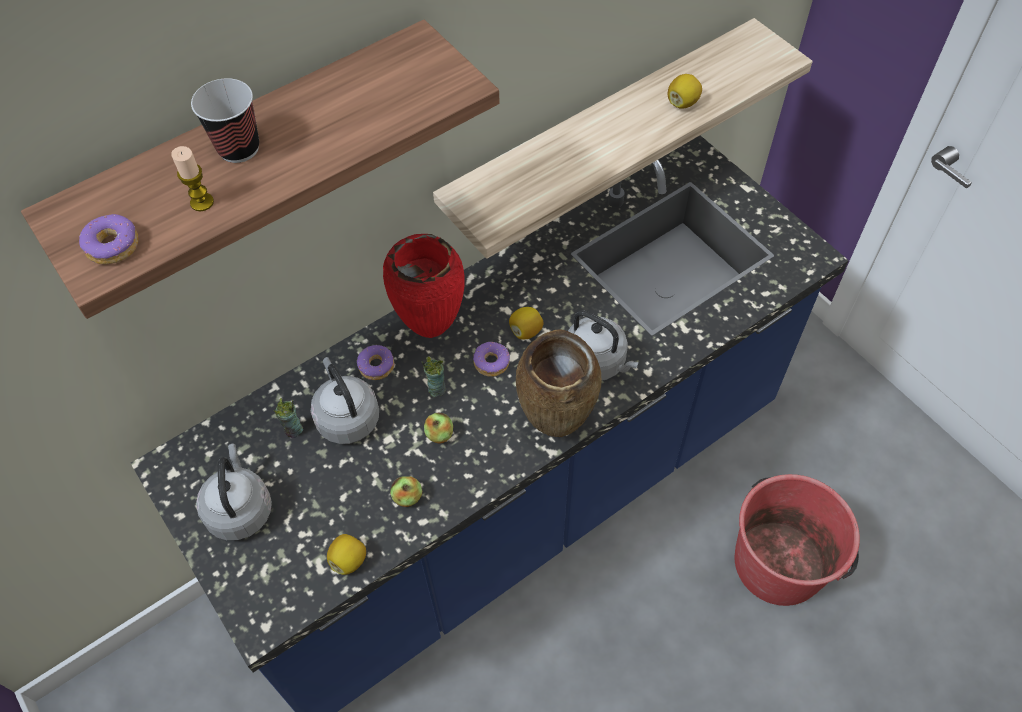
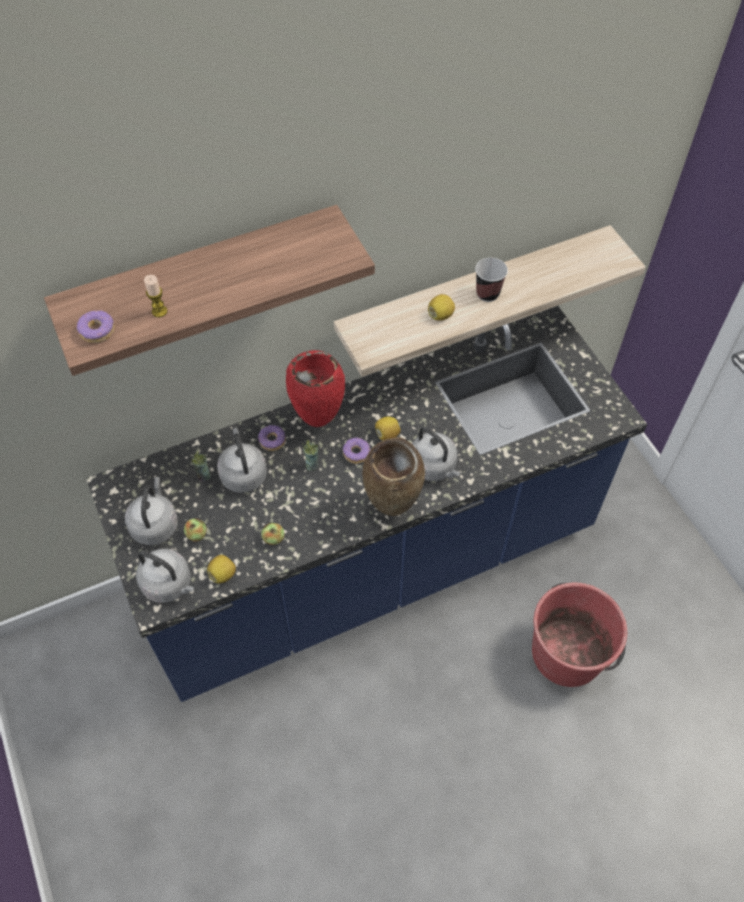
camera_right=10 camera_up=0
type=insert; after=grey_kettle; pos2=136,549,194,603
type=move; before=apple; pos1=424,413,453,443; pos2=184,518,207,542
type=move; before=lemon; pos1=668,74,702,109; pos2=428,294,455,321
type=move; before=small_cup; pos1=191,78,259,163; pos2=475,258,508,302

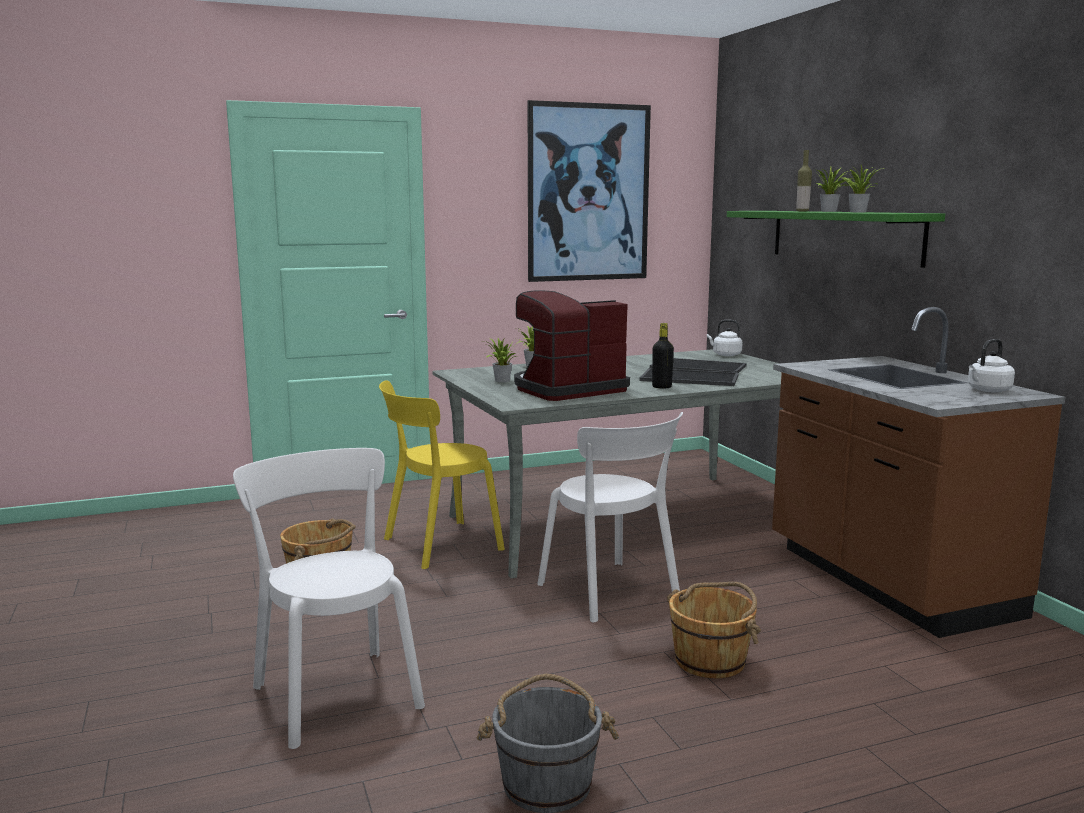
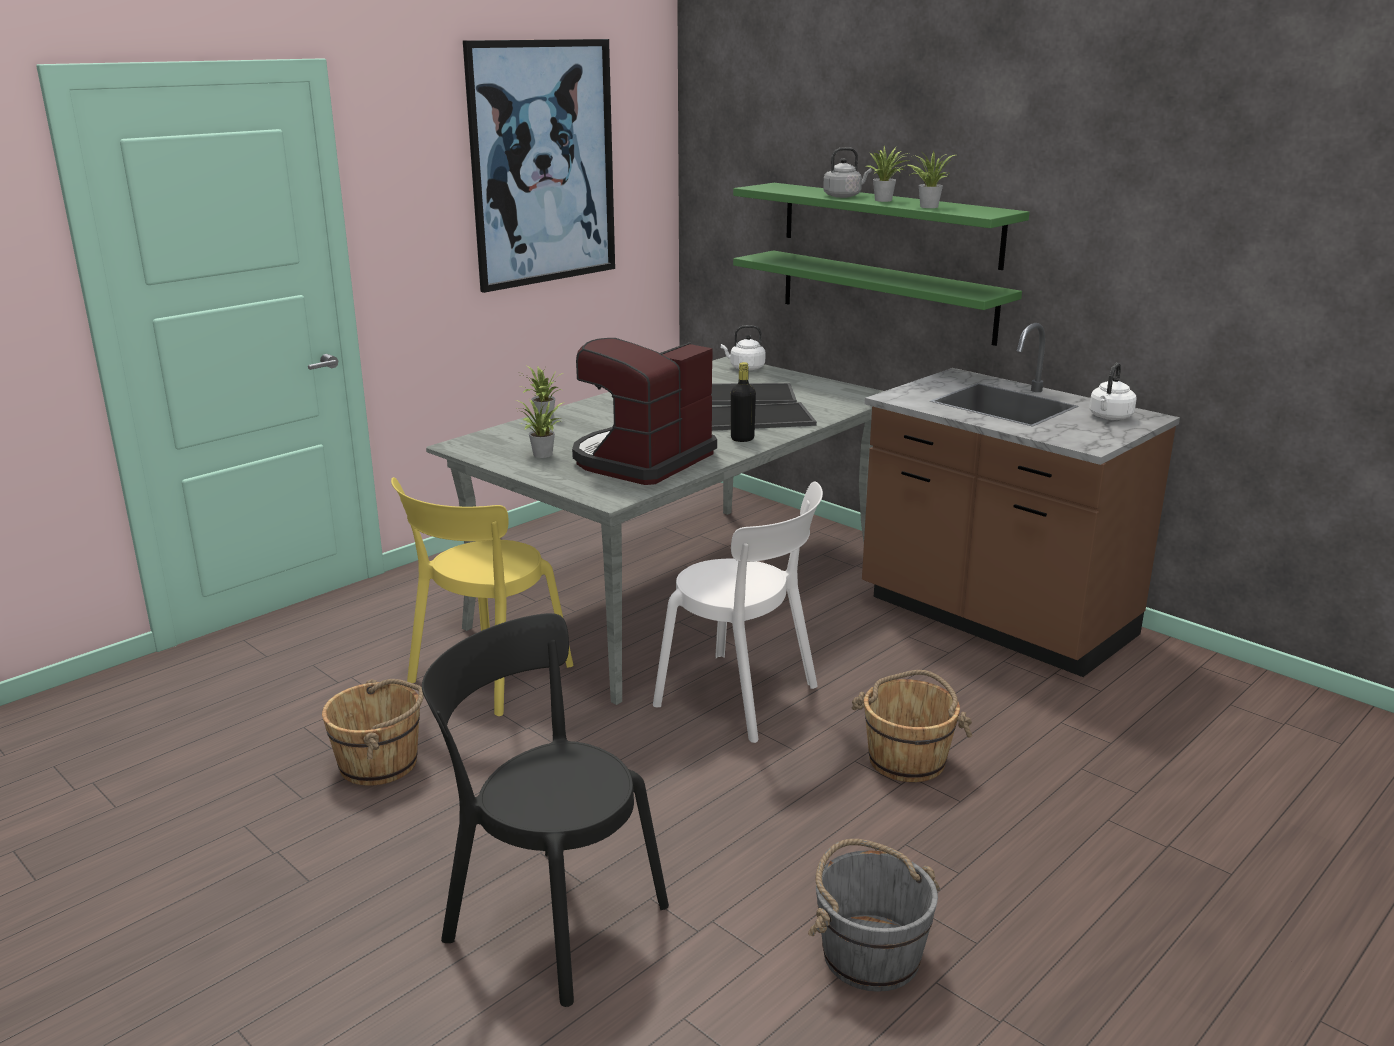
camera_right=-25 camera_up=10
type=recolor; before=white_upright_chair; after=black-coloured_upright_chair; pos1=233,448,425,749; pos2=422,613,669,1007
type=insert; after=green-coloured_wall_shelf; pos2=733,250,1022,346
type=replace; before=beverage_bottle; after=grey_kettle; pos1=796,150,812,211; pos2=823,147,872,198

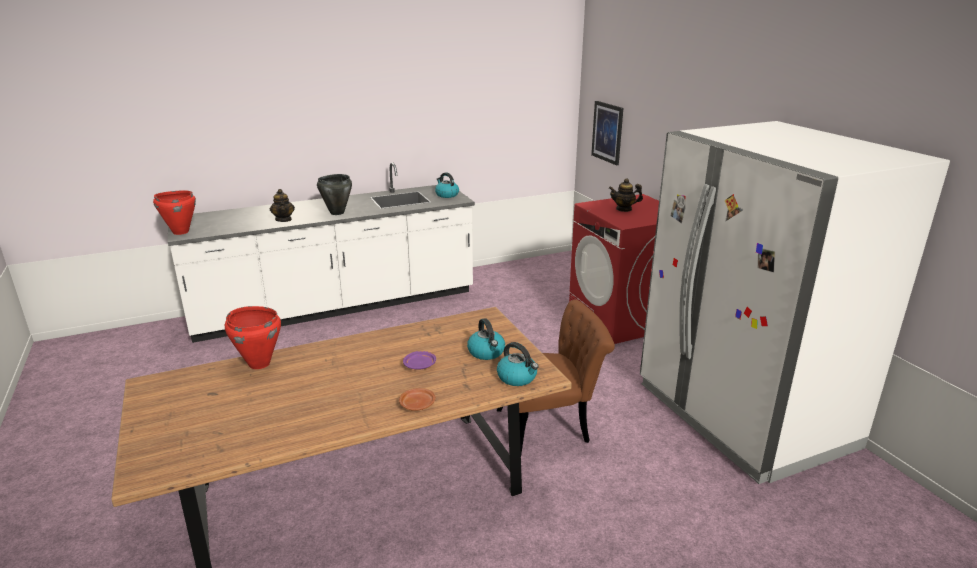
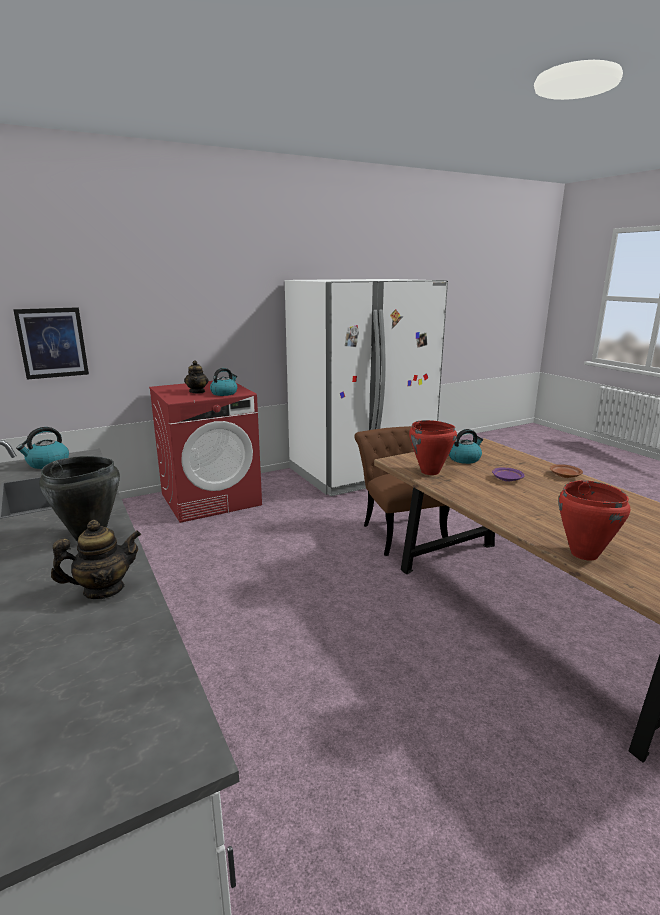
camera_right=-95 camera_up=-5
type=move; before=kettle; pos1=497,342,539,386; pos2=210,368,237,396
type=move; before=reddish_saucepot; pos1=153,190,196,235; pos2=409,420,457,475

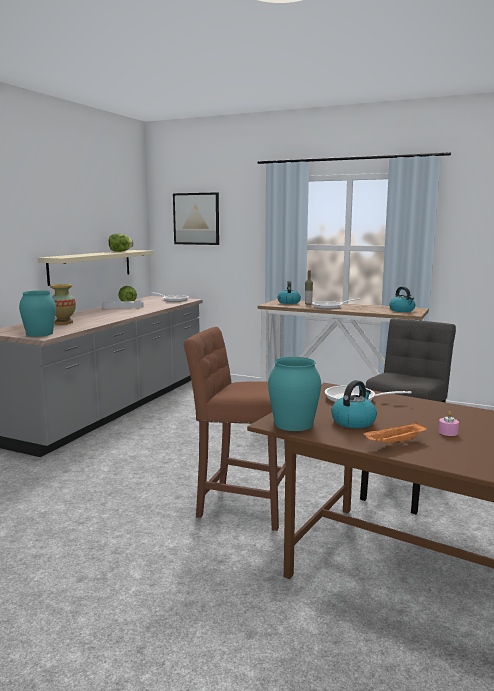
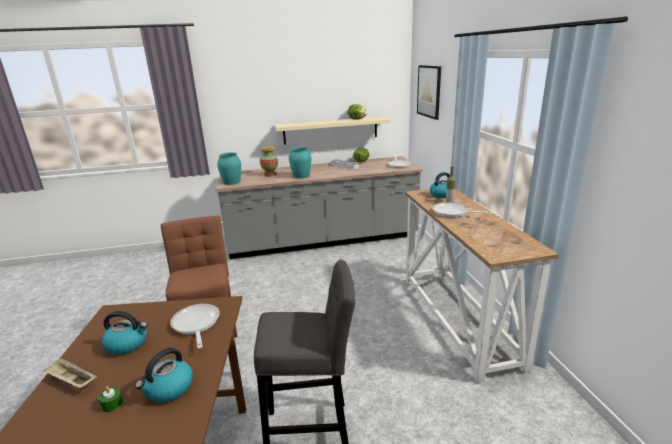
camera_right=55 camera_up=10
type=recolor; before=orange_carrying_tray; after=beige_carrying_tray; pos1=363,422,427,444; pos2=43,357,97,388
type=recolor; before=pinkish_wax_candle; after=green-coloured_wax_candle; pos1=438,411,459,436; pos2=98,386,123,412
type=move; before=kettle; pos1=389,286,415,312; pos2=135,348,193,403
type=move; before=turquoise-coloured_flower_vase; pos1=268,357,321,431; pos2=289,147,311,178

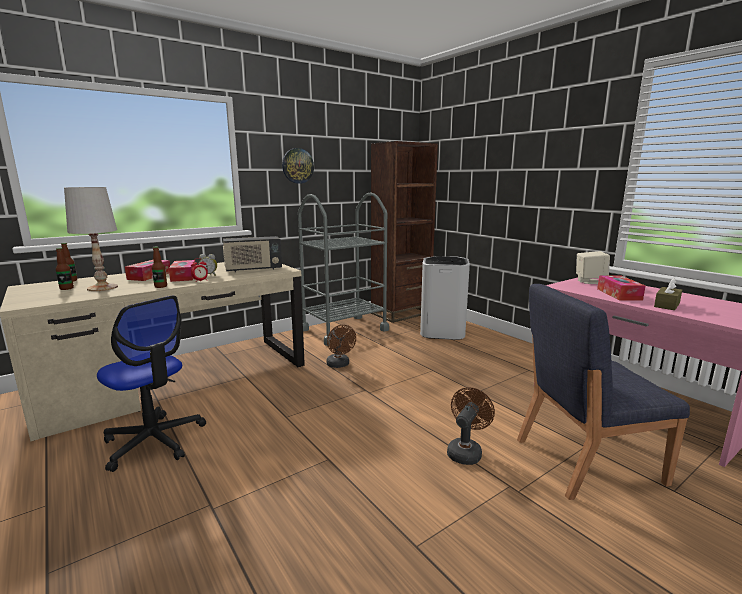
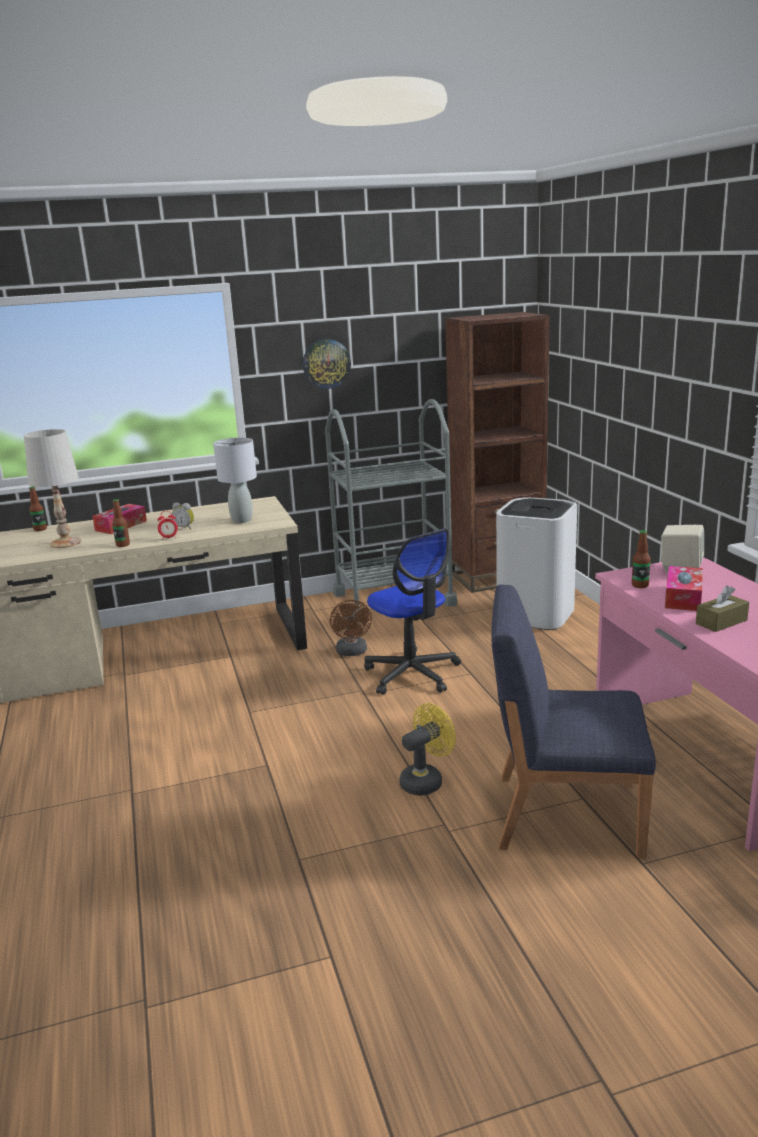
camera_right=20 camera_up=5
type=replace; before=radio; after=grey_lamp_for_a_table; pos1=223,236,282,272; pos2=213,438,257,523
type=move; before=computer_chair; pos1=97,296,206,472; pos2=364,528,461,695
type=recolor; before=brown_fan; after=yellow_fan; pos1=447,387,495,465; pos2=399,703,456,796
type=move; before=beverage_bottle; pos1=56,248,74,290; pos2=632,530,651,588
type=delete; before=tissue_holder; pos1=169,260,196,282

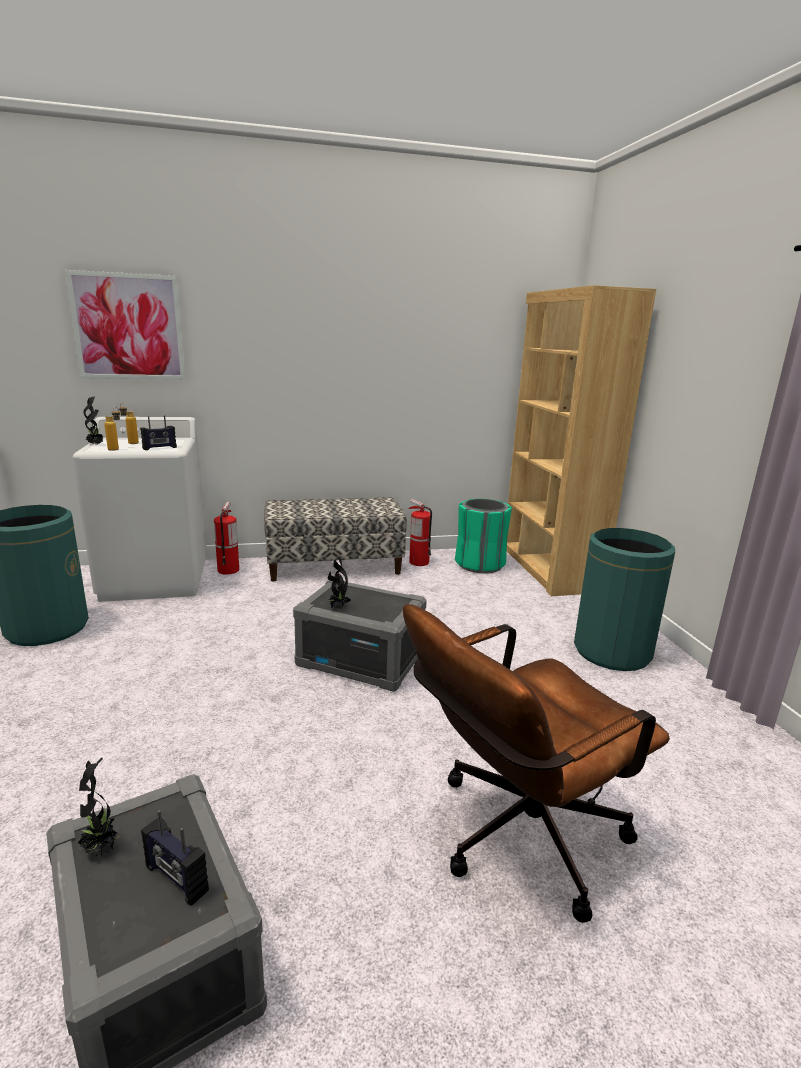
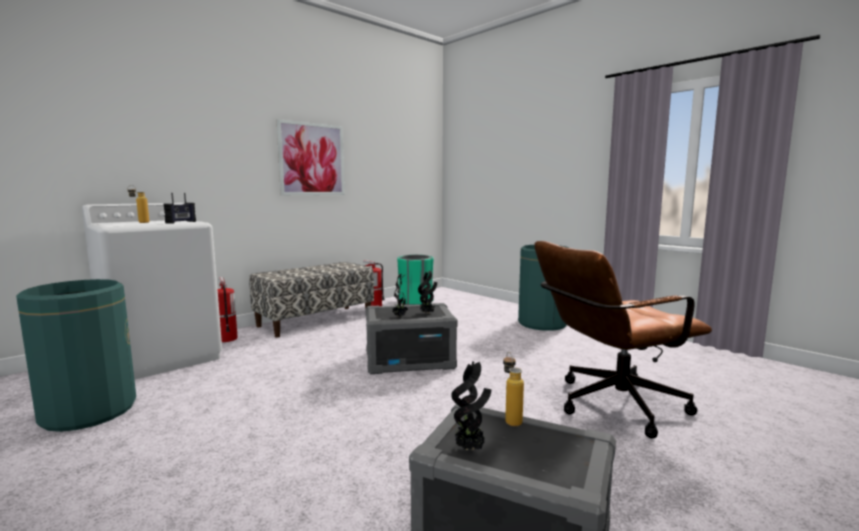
camera_right=-30 camera_up=-10
type=move; before=wall_picture; pos1=65,270,186,380; pos2=276,119,345,195
type=move; before=potted_plant; pos1=84,396,105,445; pos2=418,271,437,314
type=move; before=beverage_bottle; pos1=104,407,120,451; pos2=503,352,524,426
type=rotate; before=brown_computer_chair; pos1=403,604,670,923; pos2=535,241,712,438; turn=45
type=delete; before=radio; pos1=141,810,209,906
type=delete; before=brown_bookshelf; pos1=507,285,656,596

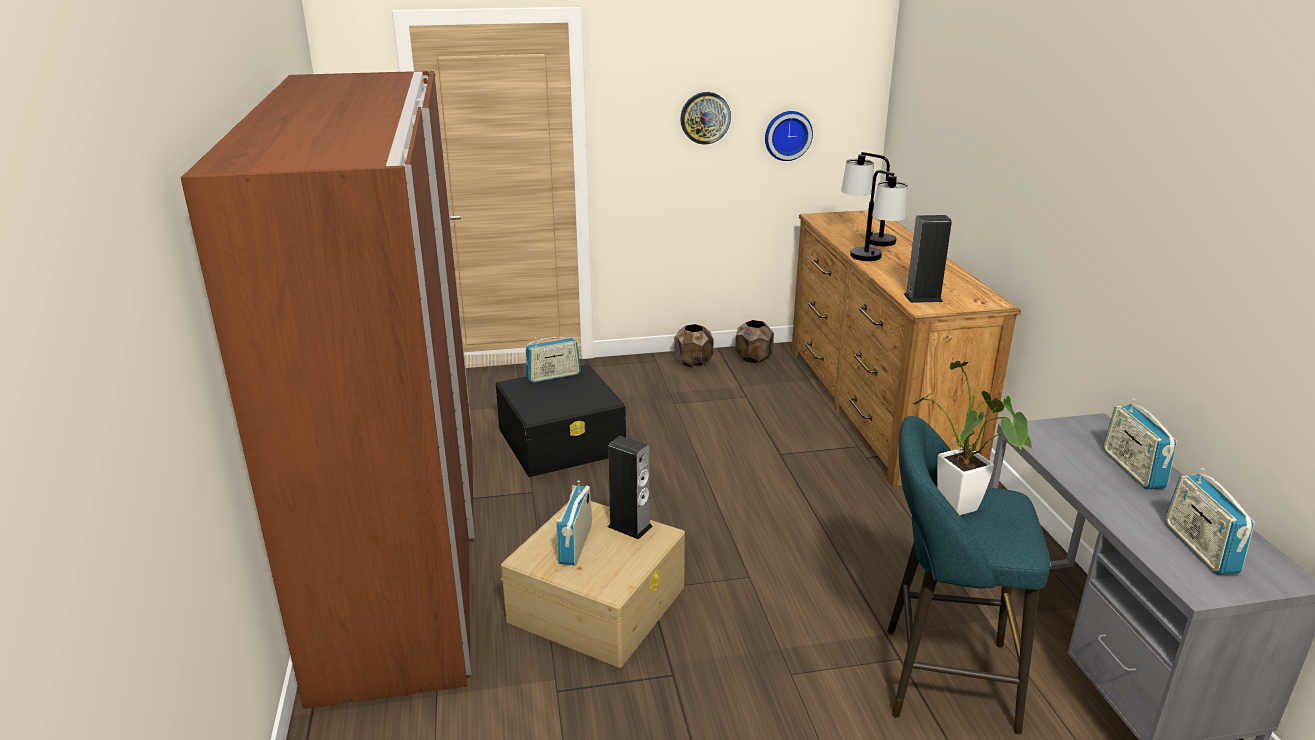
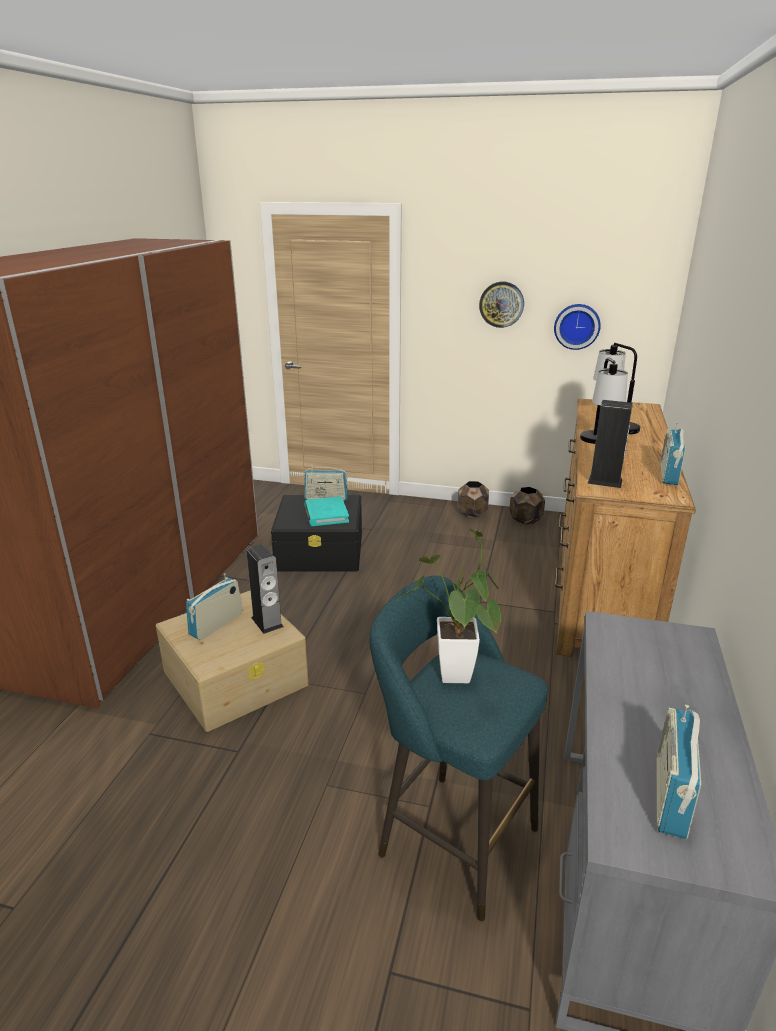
camera_right=25 camera_up=0
type=insert; after=turquoise-coloured_book; pos2=304,497,349,526
type=move; before=radio; pos1=1103,398,1177,489; pos2=660,422,686,485

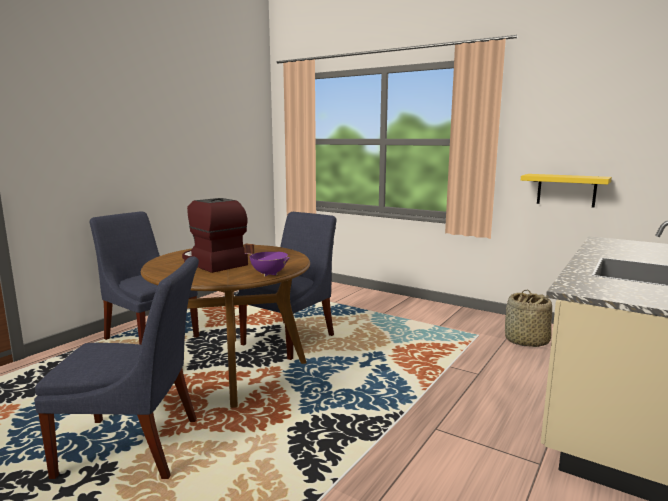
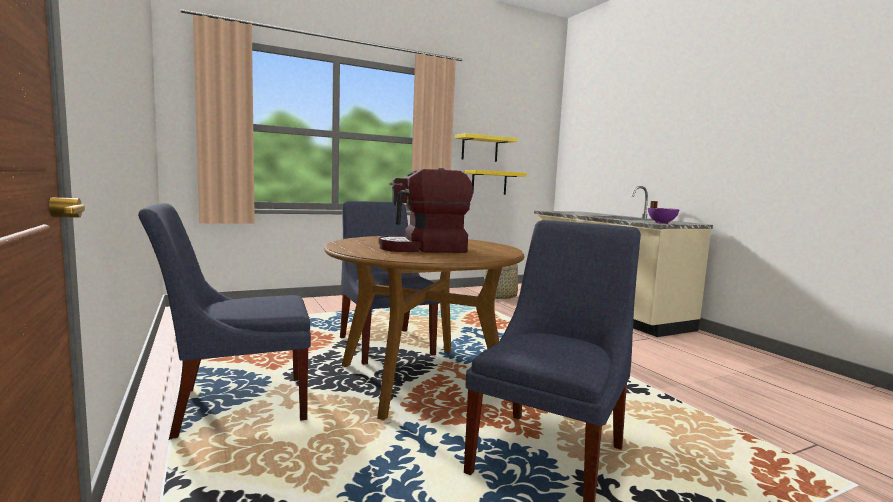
camera_right=-60 camera_up=-5
type=insert; after=yellow_wall_shelf; pos2=455,133,518,162
type=move; before=purplish_saucepot; pos1=244,244,290,276; pos2=648,201,680,224

